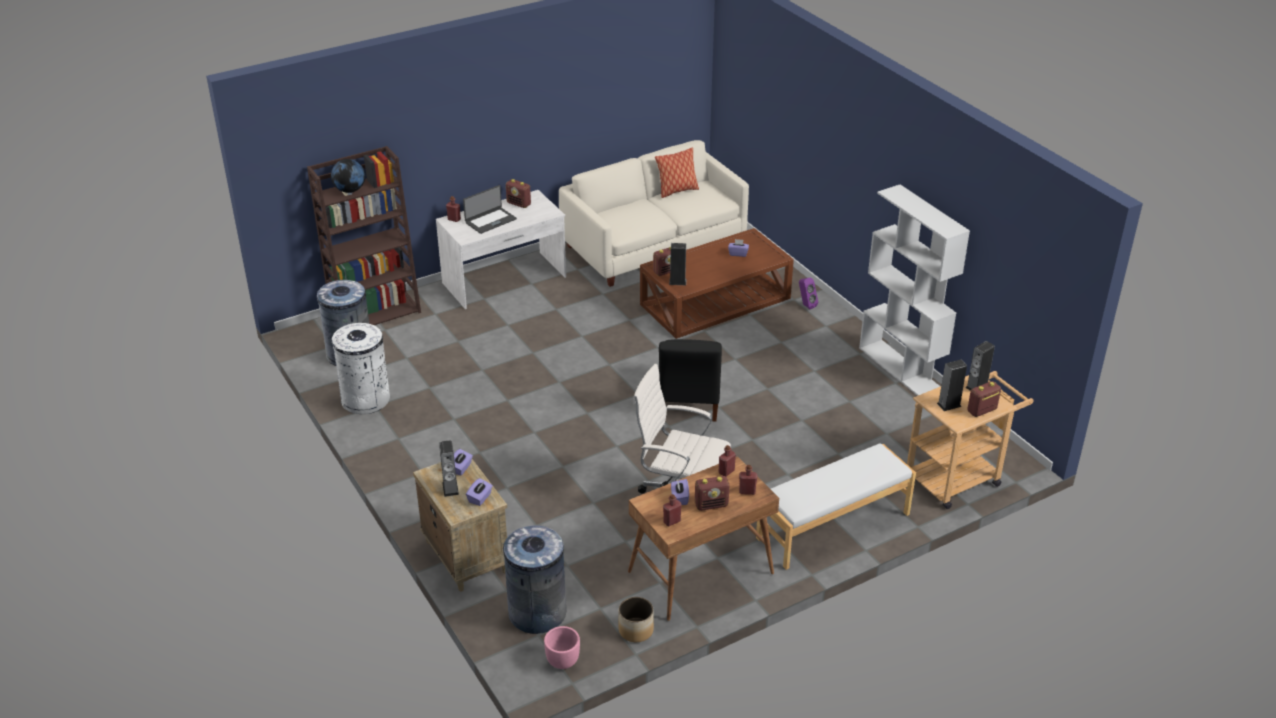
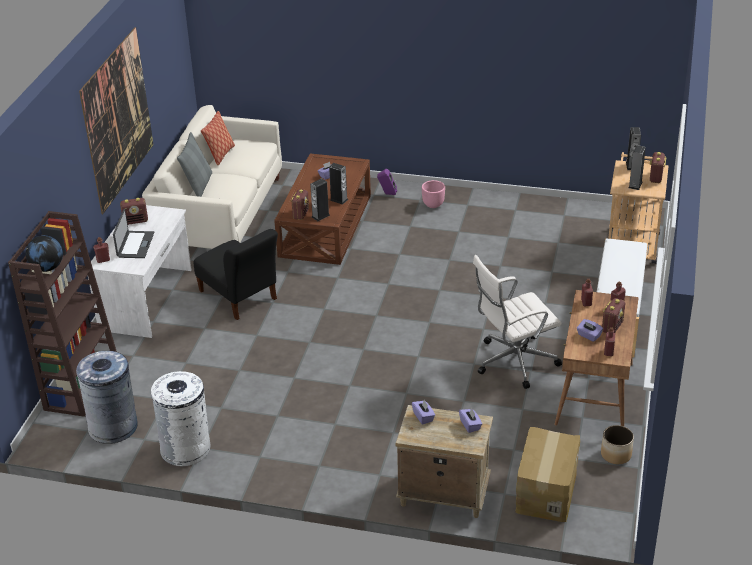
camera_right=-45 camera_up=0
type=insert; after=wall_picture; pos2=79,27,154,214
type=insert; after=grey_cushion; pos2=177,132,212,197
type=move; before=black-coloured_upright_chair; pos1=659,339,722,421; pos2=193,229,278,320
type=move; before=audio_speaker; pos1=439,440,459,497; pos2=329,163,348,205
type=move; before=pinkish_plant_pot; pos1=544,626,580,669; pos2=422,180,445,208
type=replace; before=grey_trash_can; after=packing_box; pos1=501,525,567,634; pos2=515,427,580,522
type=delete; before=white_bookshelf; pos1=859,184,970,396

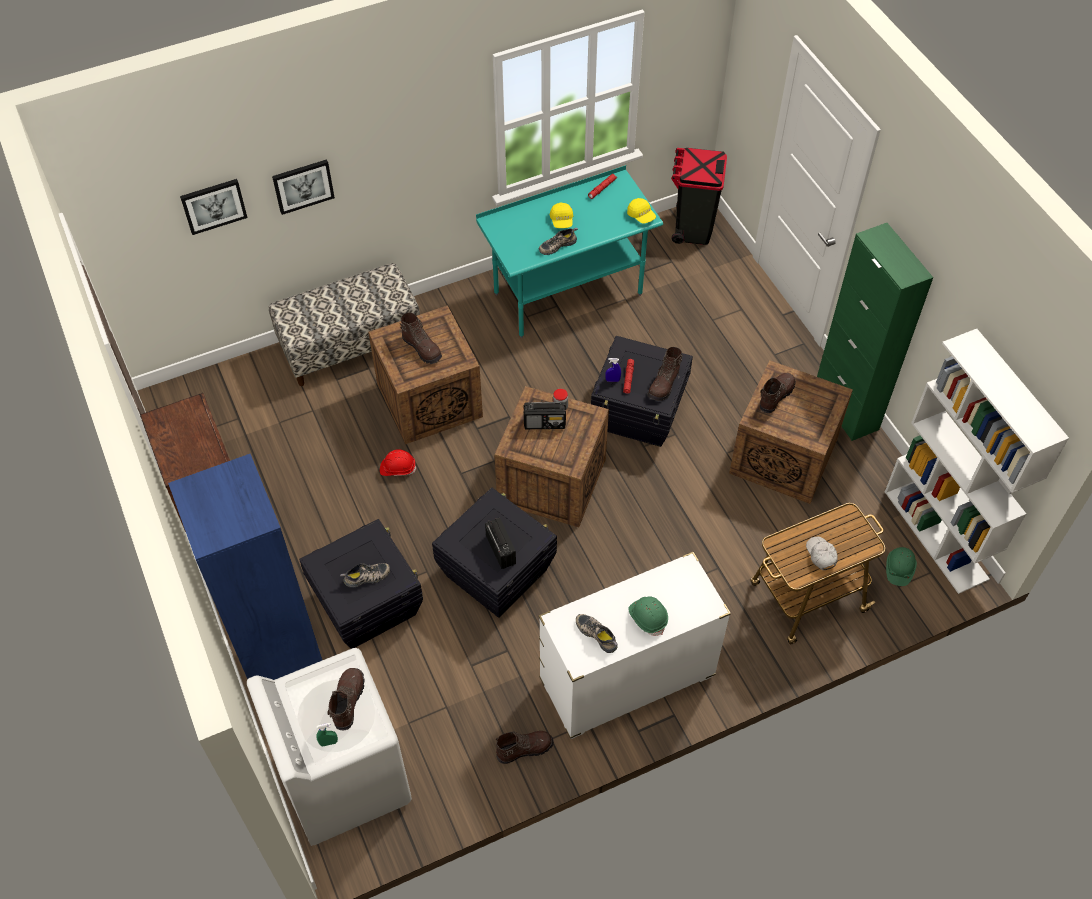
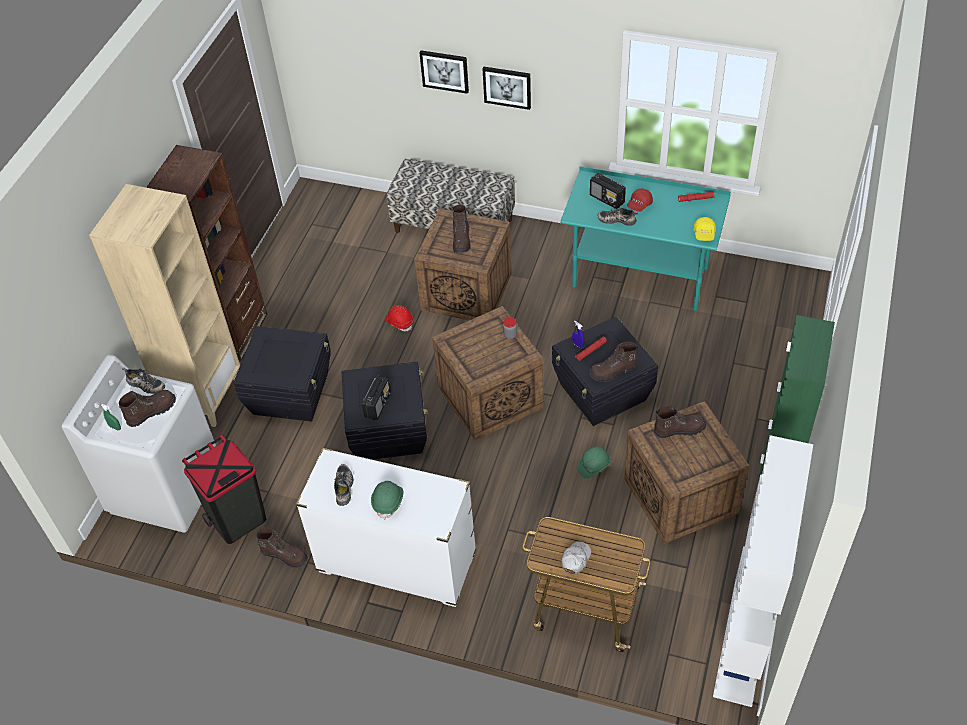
camera_right=45 camera_up=-5
type=recolor; before=blue-coloured_bookshelf; after=beige_bookshelf; pos1=168,454,322,680; pos2=89,184,240,427
type=move; before=low_shoe; pos1=340,563,390,588; pos2=122,367,165,394
type=move; before=black-coloured_trash_can; pos1=671,148,727,245; pos2=182,435,266,544
type=move; before=wall_picture; pos1=180,179,248,235; pos2=483,67,531,110
type=move; before=green-coloured_safety_helmet; pos1=886,547,917,586; pos2=577,446,611,479
type=move; before=radio; pos1=524,402,566,429; pos2=590,173,626,209
type=recolor; before=yellow_peaked_cap; after=reddish_peaked_cap; pos1=550,203,573,228; pos2=627,188,653,211

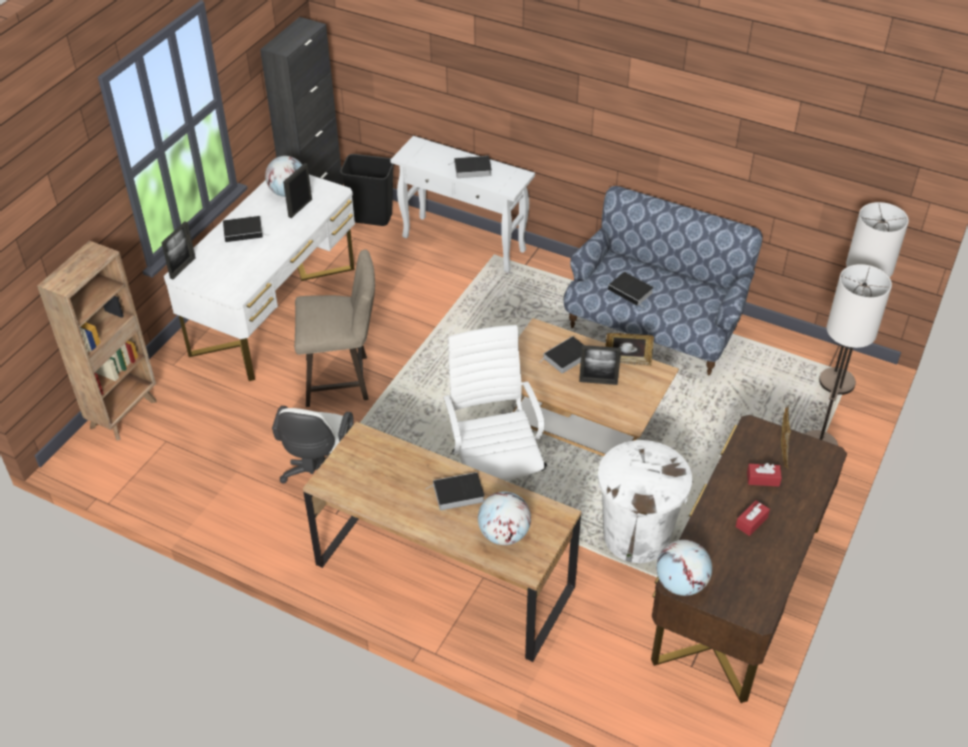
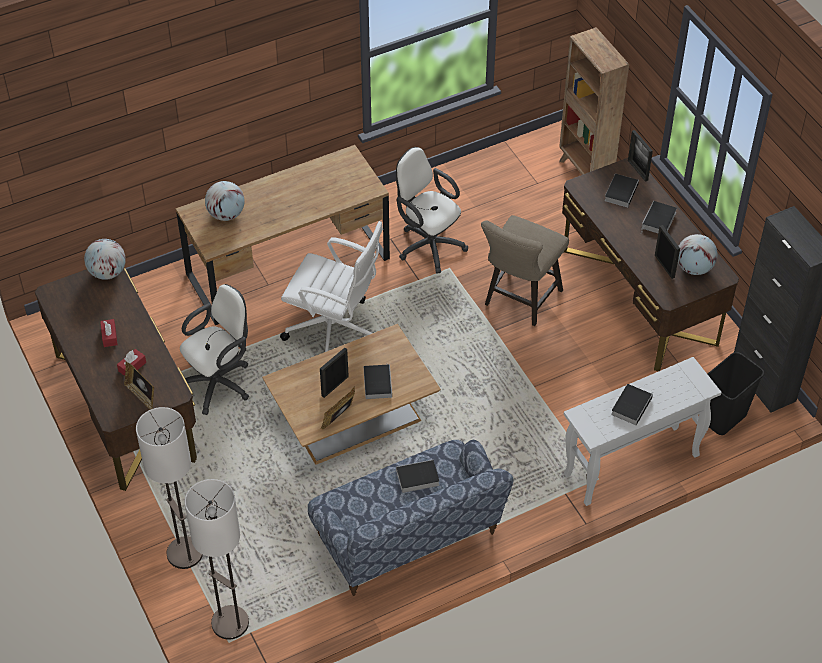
camera_right=125 camera_up=5
type=replace; before=white_trash_can; after=white_computer_chair; pos1=598,440,692,563; pos2=180,284,249,415
type=recolor; before=white_desk; after=brown_desk; pos1=164,175,355,381; pos2=562,158,739,371
type=move; before=book; pos1=425,472,484,510; pos2=604,174,639,208

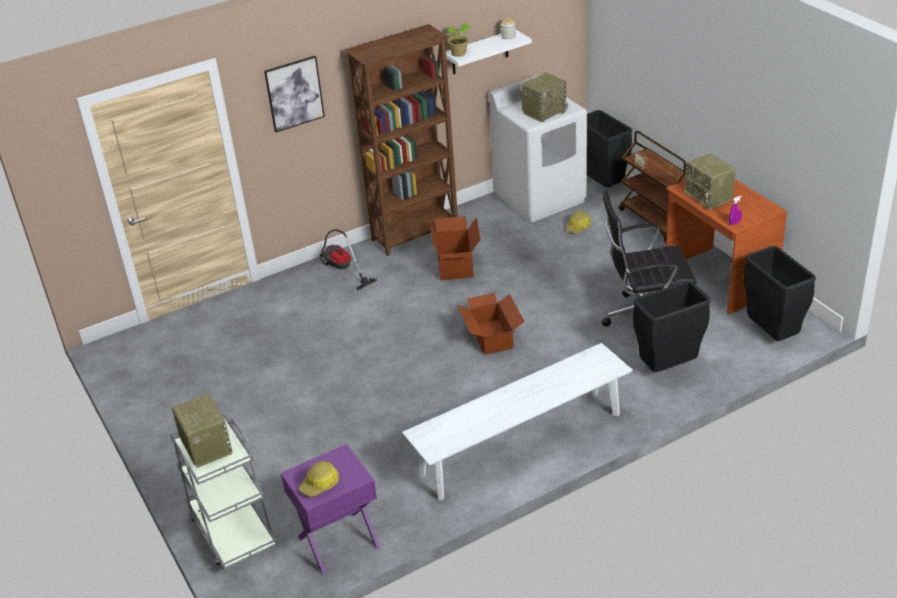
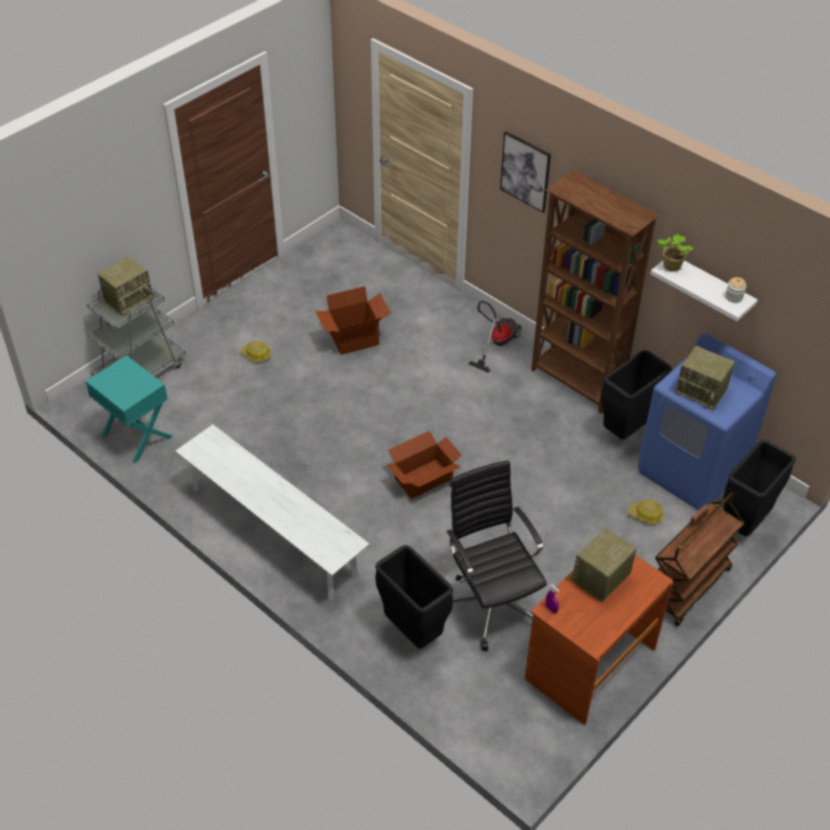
camera_right=70 camera_up=10
type=recolor; before=purplish_night_table; after=turquoise-coloured_night_table; pos1=281,444,381,575; pos2=86,355,173,463
type=move; before=safety_helmet; pos1=299,461,339,497; pos2=240,341,271,362
type=move; before=packing_box; pos1=429,216,481,281; pos2=315,286,391,355
type=move; before=black-coloured_trash_can; pos1=744,246,816,341; pos2=601,350,672,440
type=recolor; before=white_laundry_appliance; after=blue-coloured_laundry_appliance; pos1=489,74,587,222; pos2=638,333,777,511

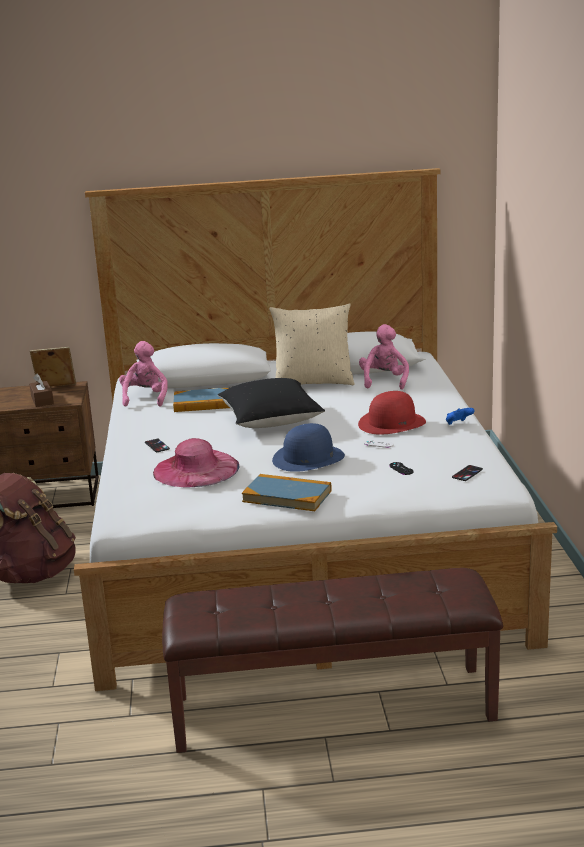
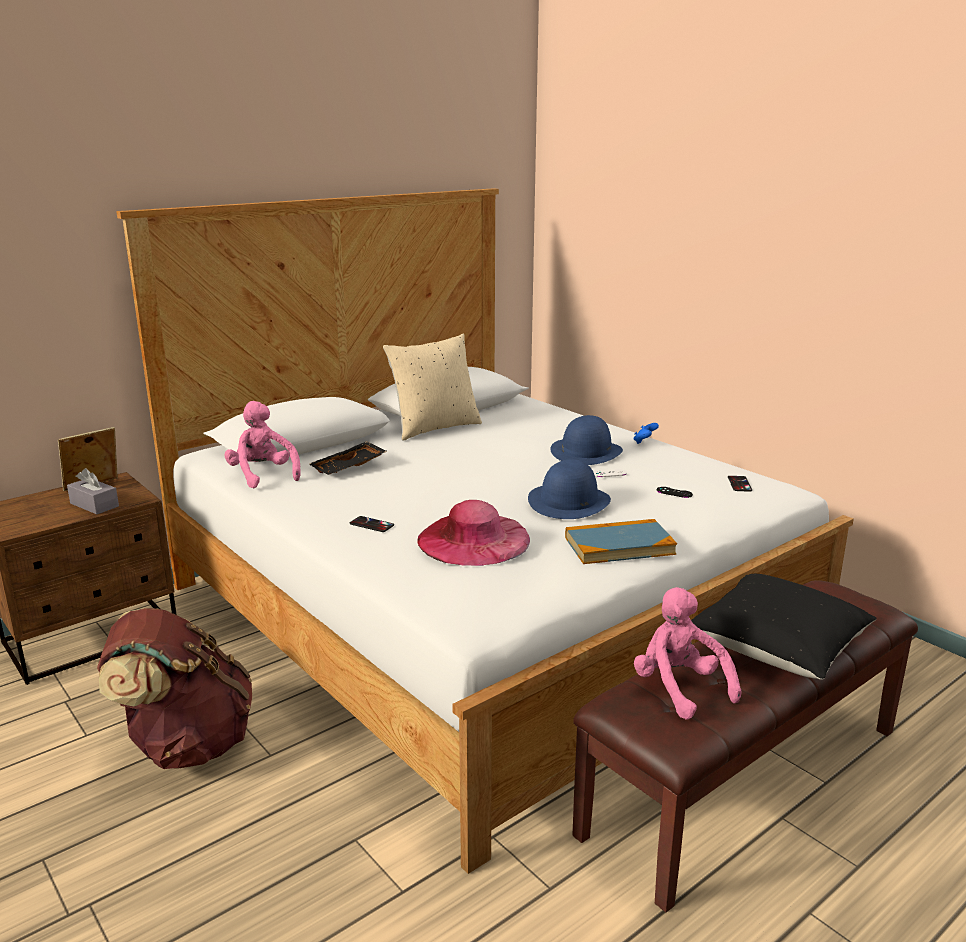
camera_right=-35 camera_up=0
type=recolor; before=brown_tissue_holder; after=grey_tissue_holder; pos1=29,374,54,407; pos2=67,468,119,514
type=replace; before=book; after=black-coloured_carrying_tray; pos1=173,388,230,412; pos2=309,441,387,475
type=recolor; before=reddish_hat; after=blue-coloured_hat; pos1=358,391,426,435; pos2=551,415,623,465
type=move; before=pinkish_plush_toy; pos1=359,324,409,390; pos2=634,587,742,720
type=move; before=black-coloured_cushion; pos1=218,378,325,428; pos2=691,574,876,680

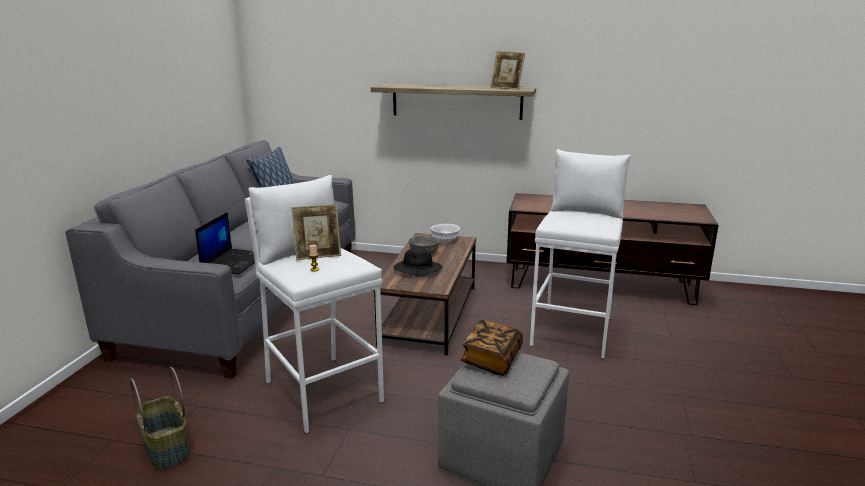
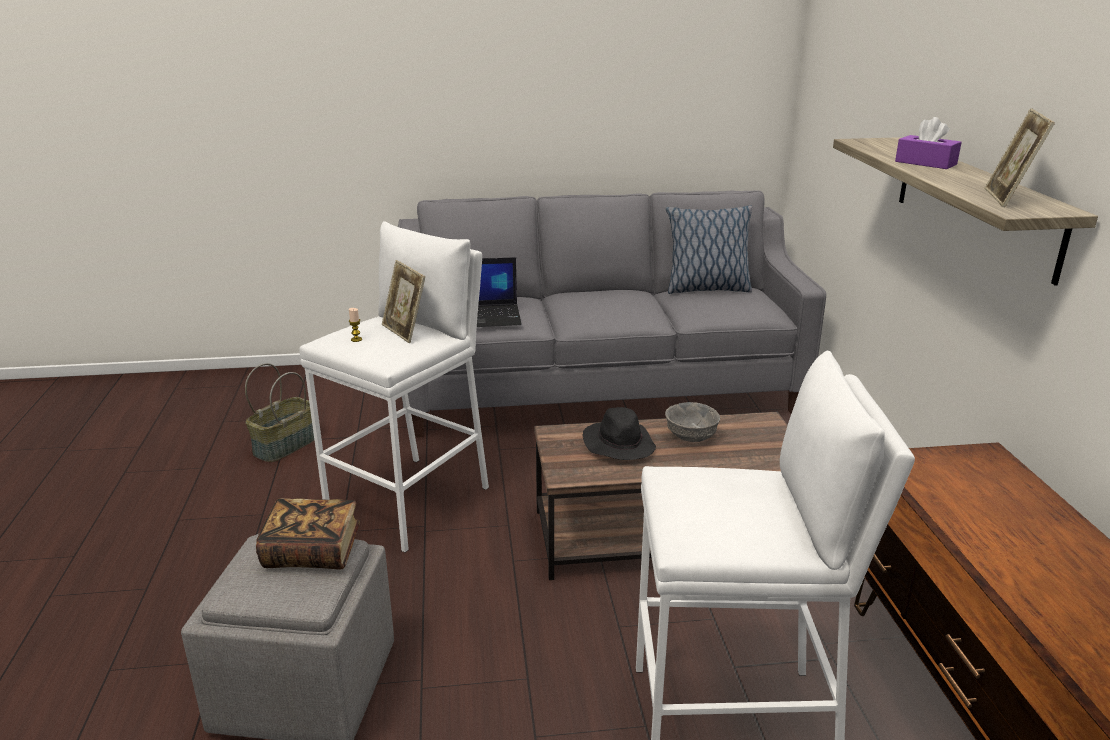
camera_right=70 camera_up=5
type=insert; after=purplish_tissue_holder; pos2=895,117,962,169
type=delete; before=white_serving_bowl; pos1=431,224,460,243

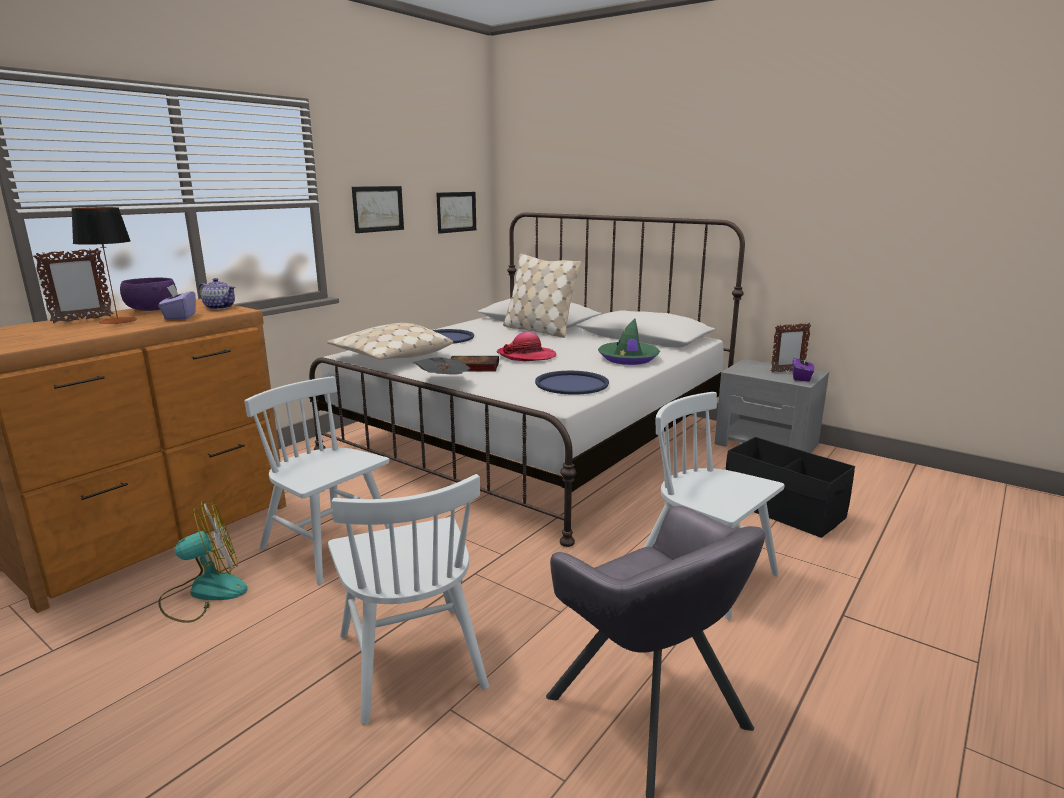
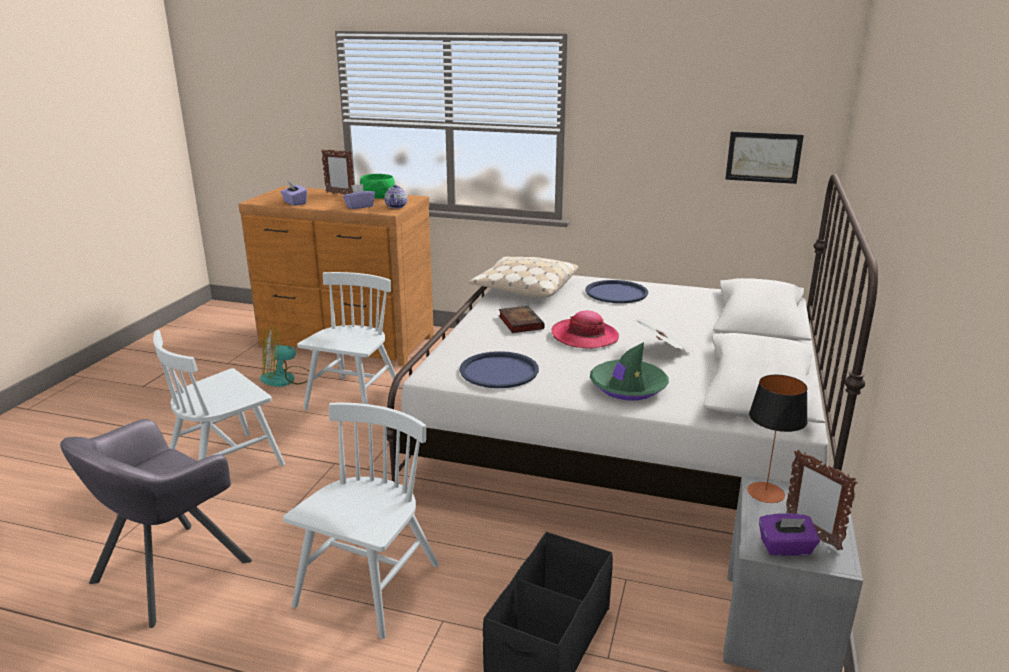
camera_right=70 camera_up=5
type=rotate; before=fan; pos1=158,501,247,623; pos2=260,327,309,387; turn=120
type=insert; after=purplish_tissue_holder; pos2=280,182,307,206
type=recolor; before=purplish_serving_bowl; after=green-coloured_serving_bowl; pos1=120,278,177,311; pos2=360,174,395,199
type=move; before=printed_paper; pos1=413,357,470,375; pos2=634,319,693,351
type=move; before=lamp_for_a_table; pos1=71,207,137,324; pos2=747,375,808,503
type=delete; before=wall_picture; pos1=352,186,404,233
type=delete; before=beige_cushion; pos1=503,254,582,338

